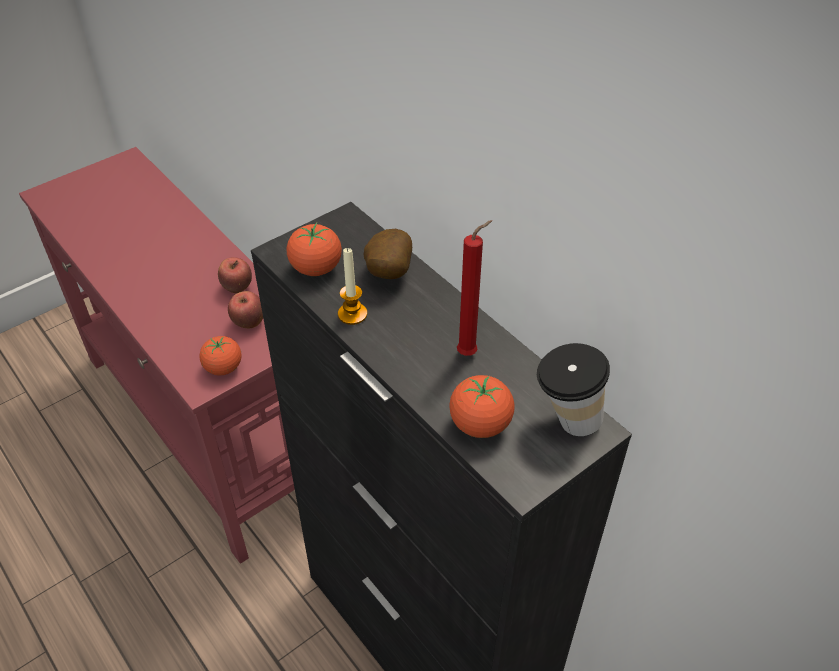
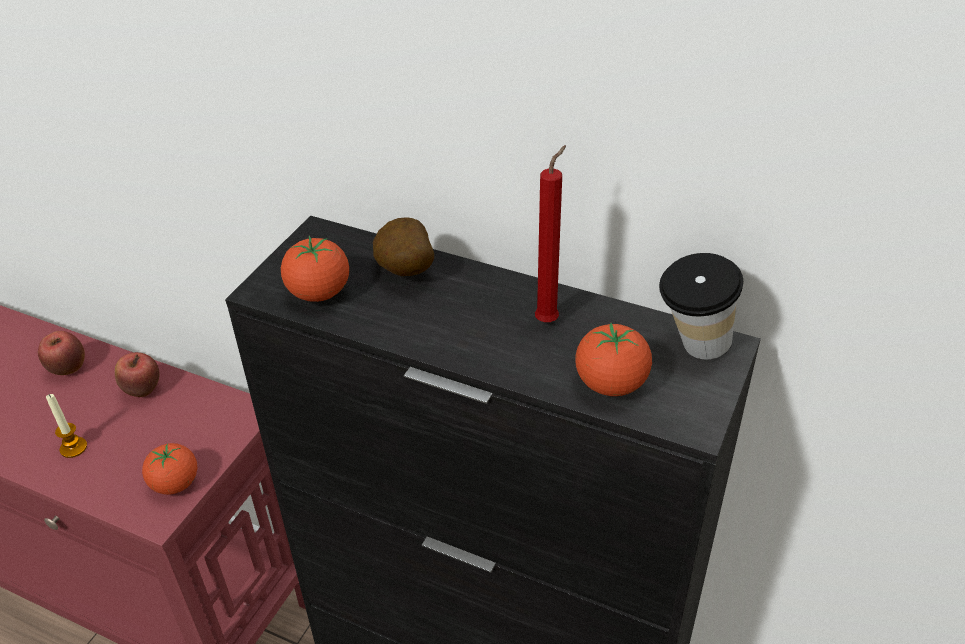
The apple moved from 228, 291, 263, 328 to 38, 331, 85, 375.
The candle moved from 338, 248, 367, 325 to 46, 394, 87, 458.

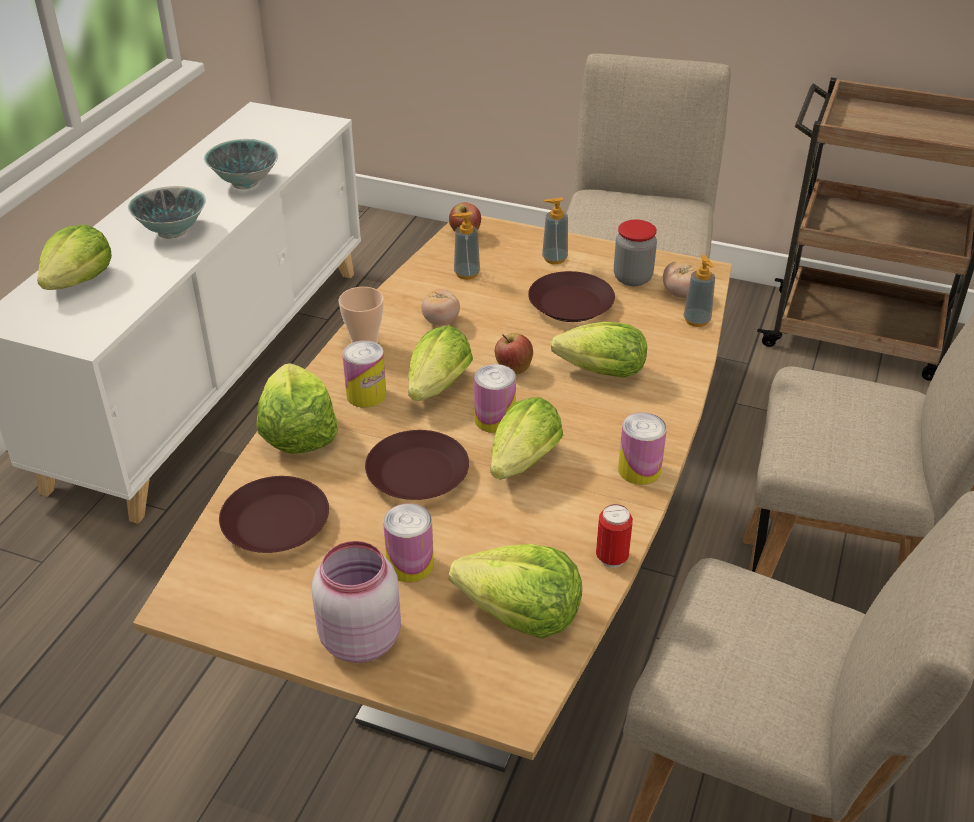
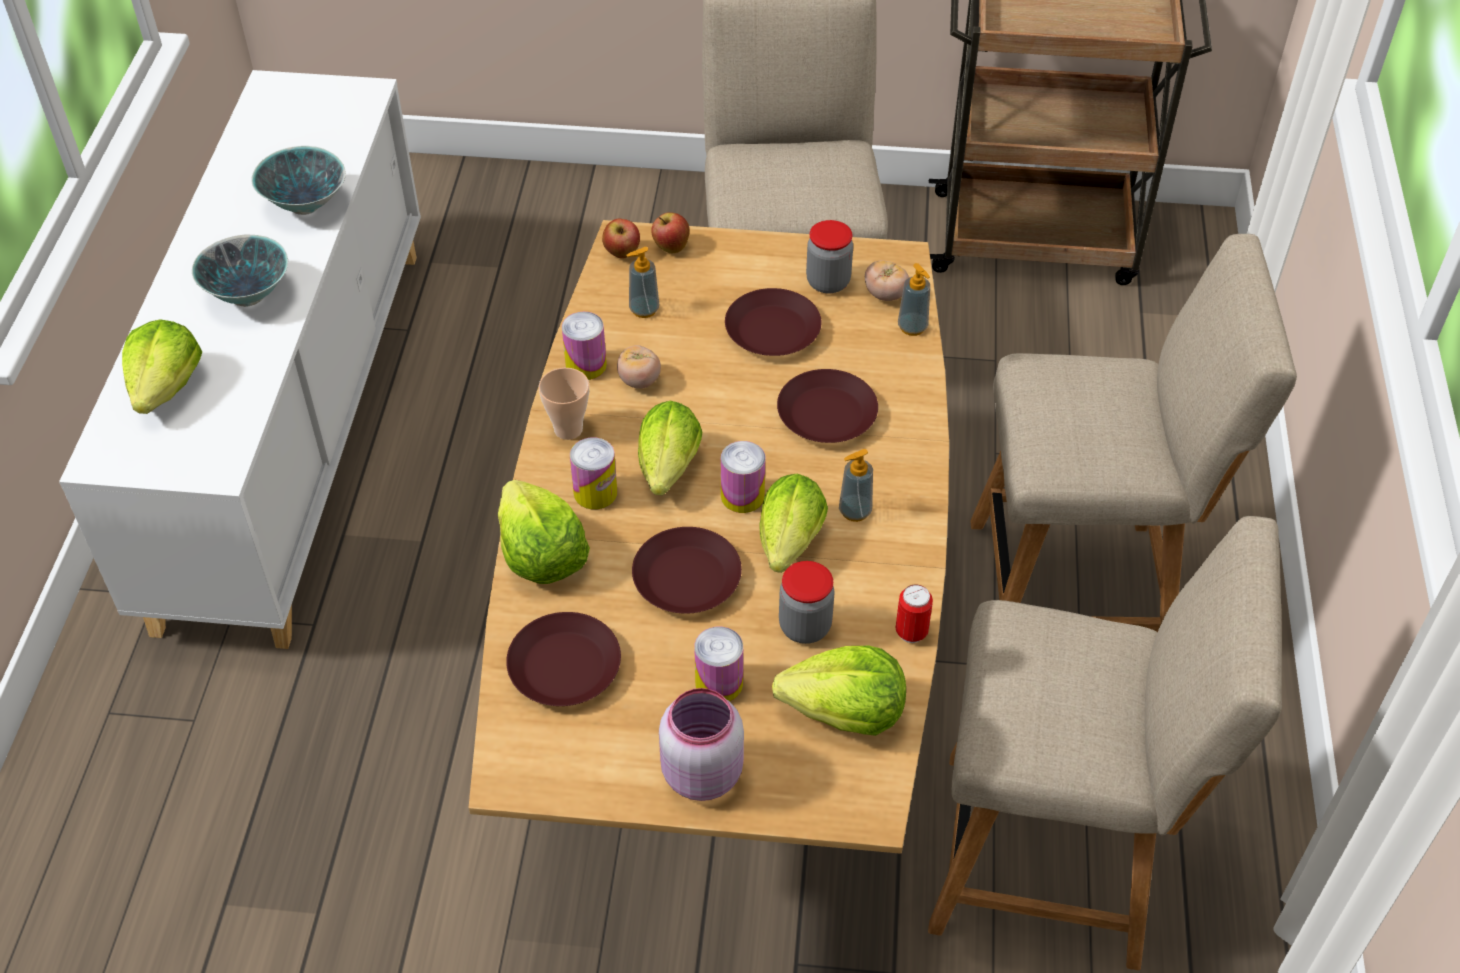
The can moved from 618, 412, 667, 485 to 562, 312, 607, 380.
The apple moved from 495, 333, 533, 375 to 651, 212, 690, 253.
The lettuce at 551, 322, 647, 378 was replaced by the brown plate at 777, 369, 878, 443.
The jar at 779, 561, 835, 644 appeared.
The soap dispenser moved from 542, 197, 568, 264 to 839, 449, 873, 522.

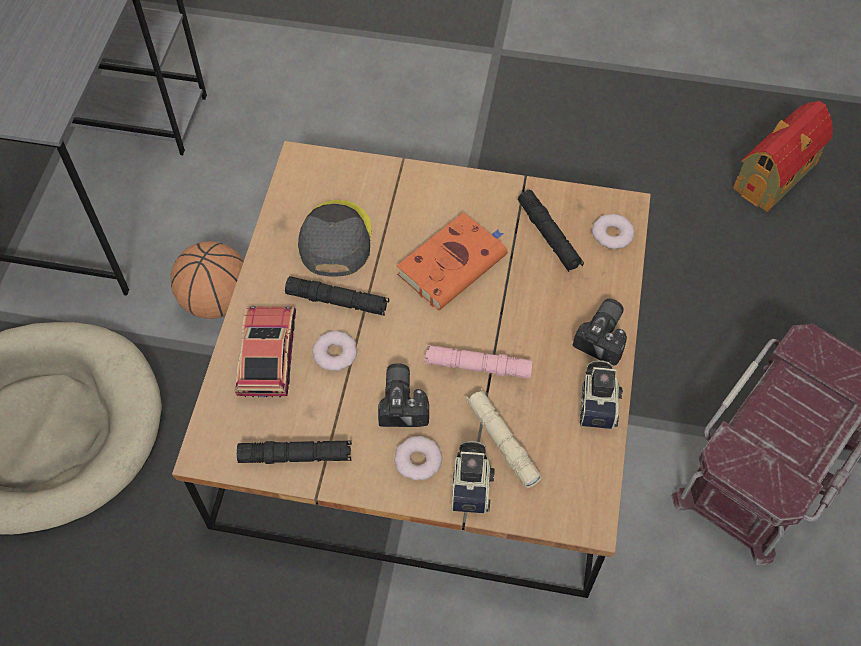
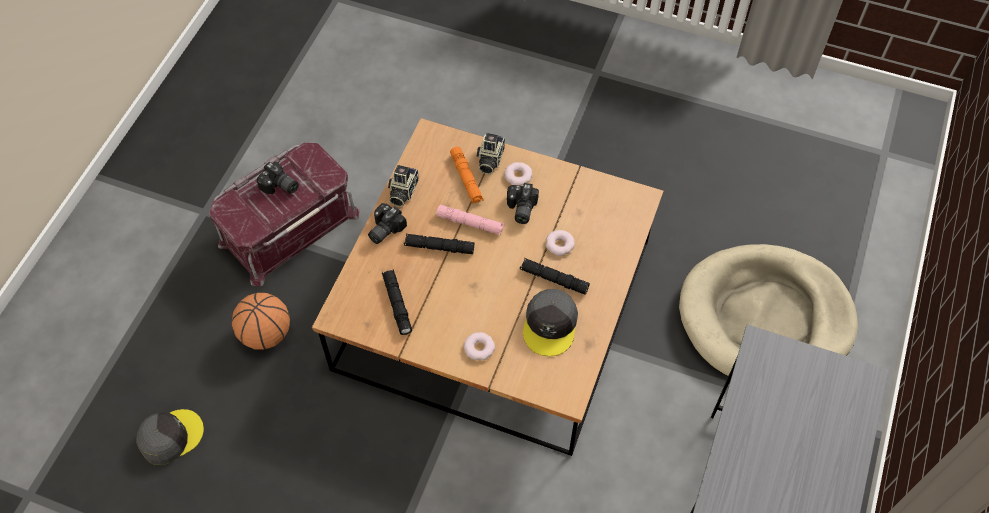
The toy house at 733, 100, 833, 212 was replaced by the grey cap at 136, 409, 204, 465.
The basketball moved from 170, 241, 244, 319 to 232, 293, 290, 350.
The photo camera at 257, 162, 299, 194 appeared.
The black flashlight moved from 237, 440, 352, 464 to 404, 234, 474, 254.
The beige flashlight at 466, 389, 542, 488 became the orange flashlight at 450, 147, 483, 204.
The donut moved from 592, 214, 635, 249 to 464, 332, 495, 360.
The toy car at 235, 306, 296, 397 disappeared.
The orange book at 397, 212, 508, 310 disappeared.

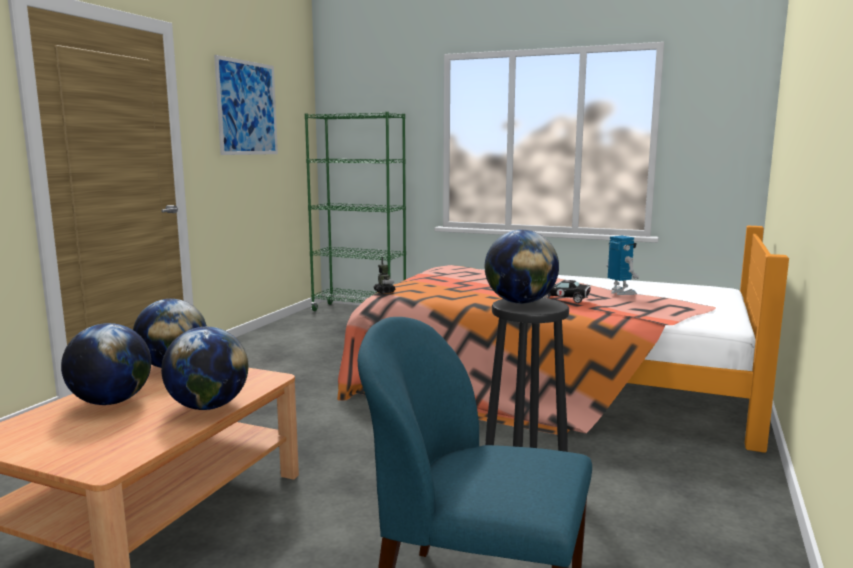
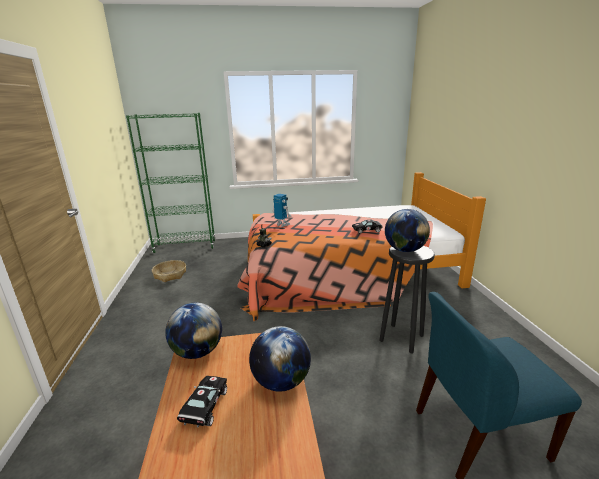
The basket at 152, 260, 186, 282 appeared.
The globe at 61, 323, 151, 405 was replaced by the black toy car at 177, 376, 227, 428.
The toy robot moved from 606, 236, 639, 295 to 272, 194, 291, 227.
The picture at 214, 55, 278, 155 disappeared.

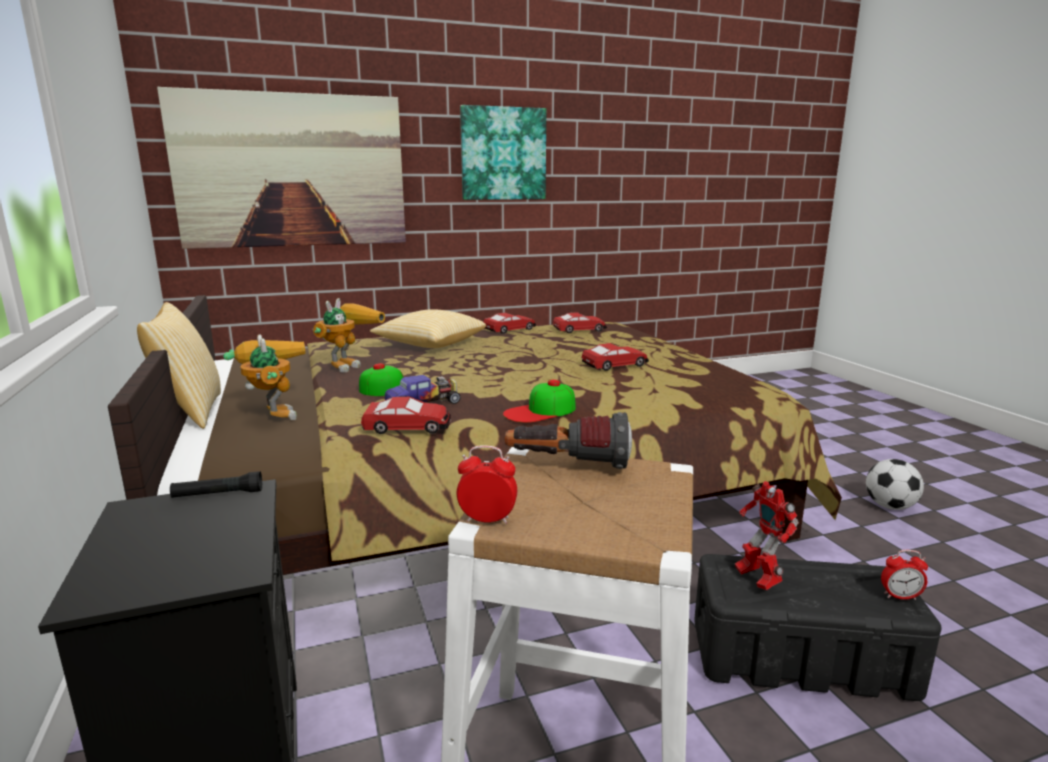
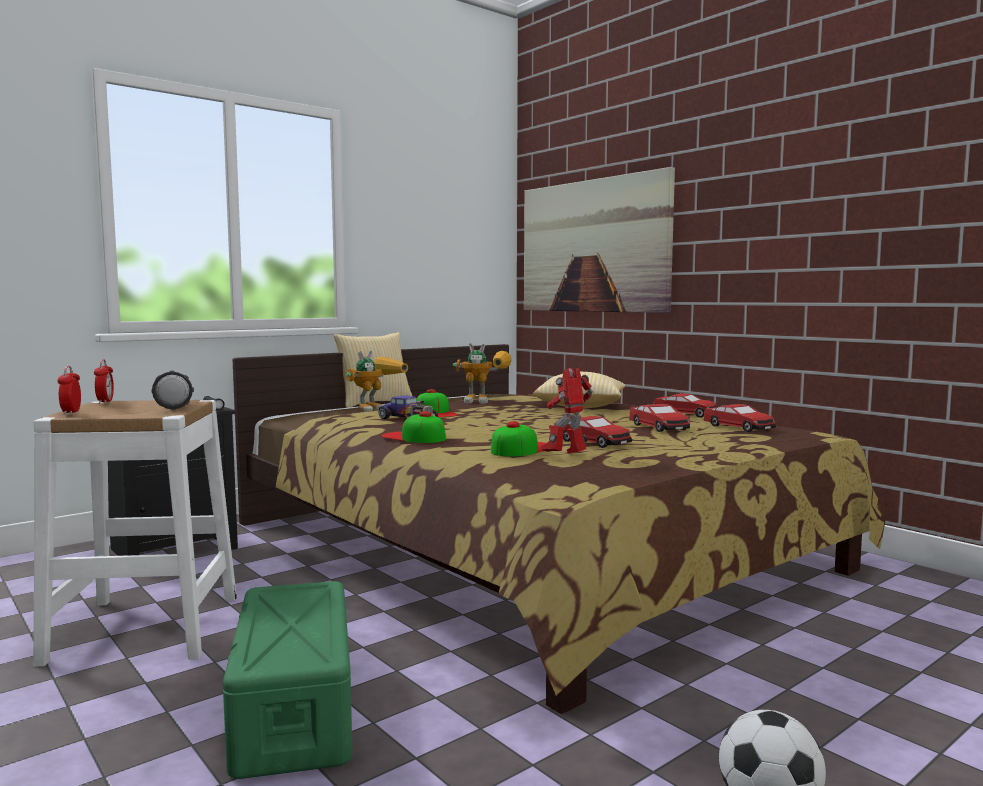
The alarm clock moved from 881, 550, 928, 600 to 58, 366, 81, 415.
The black storage box at 694, 554, 941, 701 became the green storage box at 223, 581, 352, 779.
The cap at 491, 421, 546, 457 appeared.
The toy robot moved from 735, 481, 799, 590 to 541, 368, 593, 453.
The toy car moved from 361, 397, 451, 434 to 629, 404, 690, 432.
The picture at 460, 105, 546, 200 disappeared.

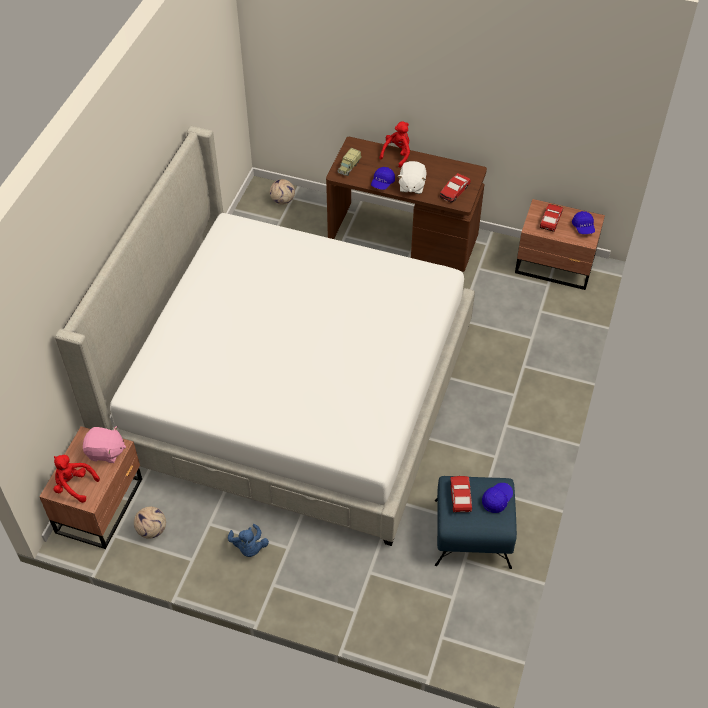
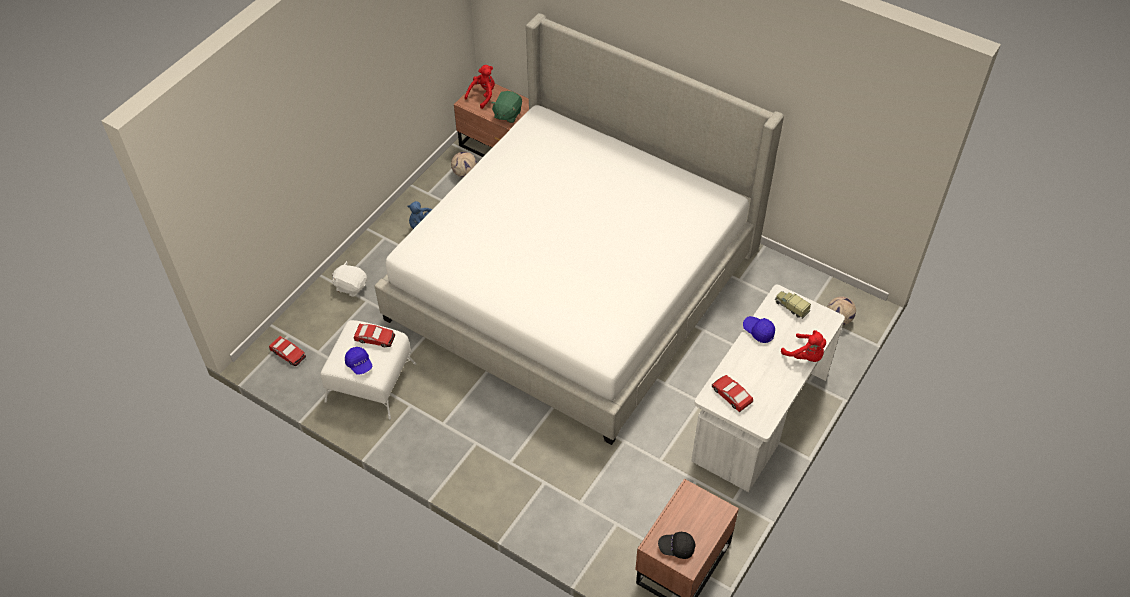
The toy car moved from 540, 204, 563, 232 to 269, 336, 306, 366.
The blue ottoman at 435, 476, 517, 569 became the white ottoman at 320, 320, 417, 420.
The white plush toy moved from 397, 161, 426, 194 to 332, 261, 367, 297.
The pink plush toy at 83, 426, 126, 463 became the green plush toy at 491, 91, 522, 123.
The blue cap at 572, 211, 595, 234 became the black cap at 658, 532, 696, 559.
The brown desk at 326, 137, 487, 272 became the white desk at 691, 284, 845, 492.

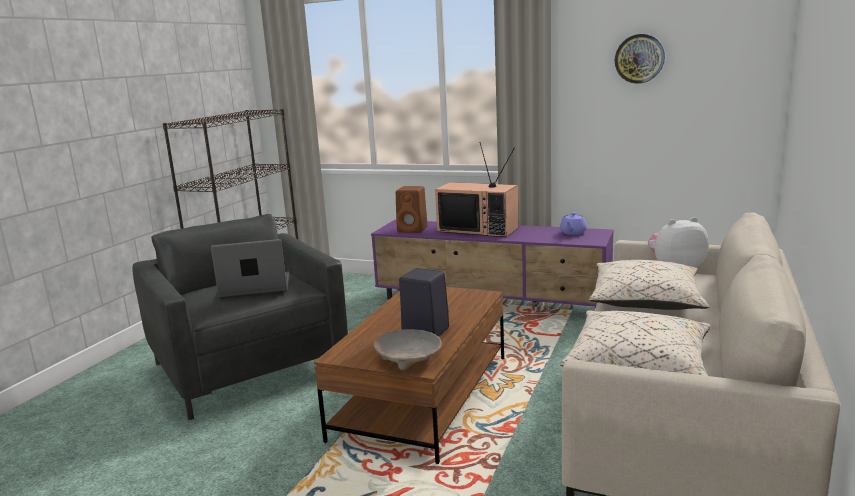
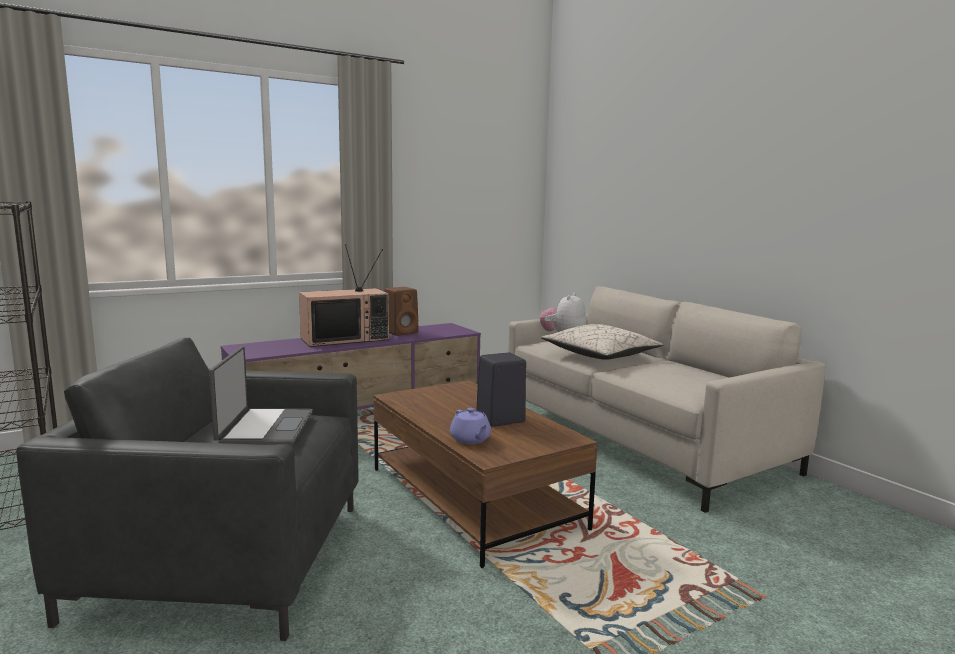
The laptop at 211, 239, 289, 297 turned 150 degrees clockwise.
The brown speaker moved from 396, 186, 428, 233 to 384, 287, 418, 336.
The purple teapot moved from 560, 212, 587, 235 to 450, 408, 491, 444.
The beige bowl at 374, 329, 442, 370 disappeared.
The beige pillow at 560, 311, 711, 376 disappeared.
The wall clock at 615, 34, 665, 84 disappeared.

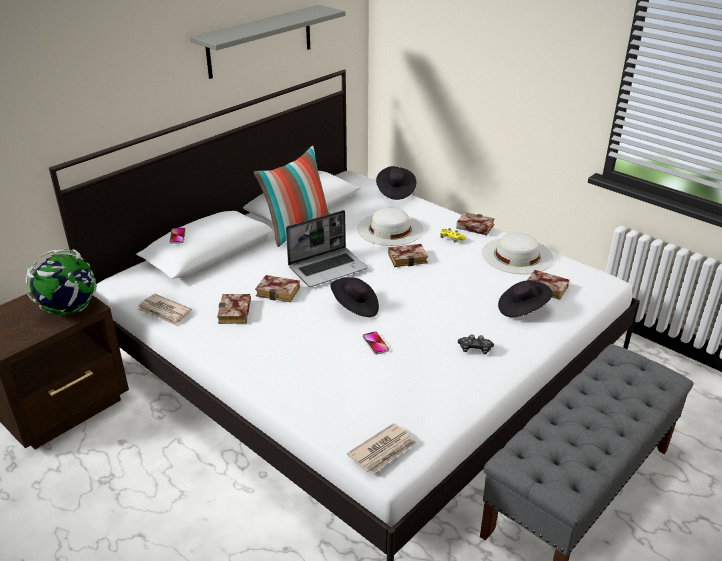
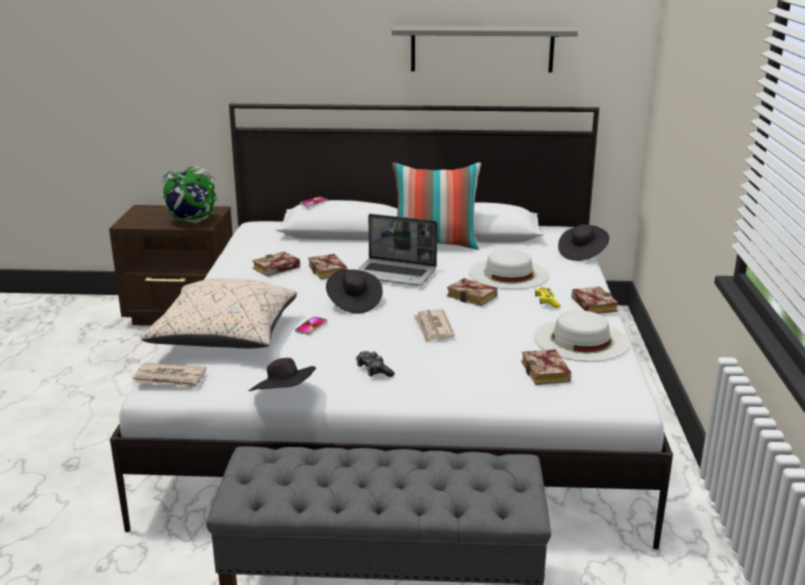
The beige pillow at 141, 278, 297, 348 appeared.
The black hat moved from 498, 281, 552, 317 to 248, 358, 316, 391.
The newspaper moved from 137, 294, 192, 325 to 413, 309, 455, 342.

